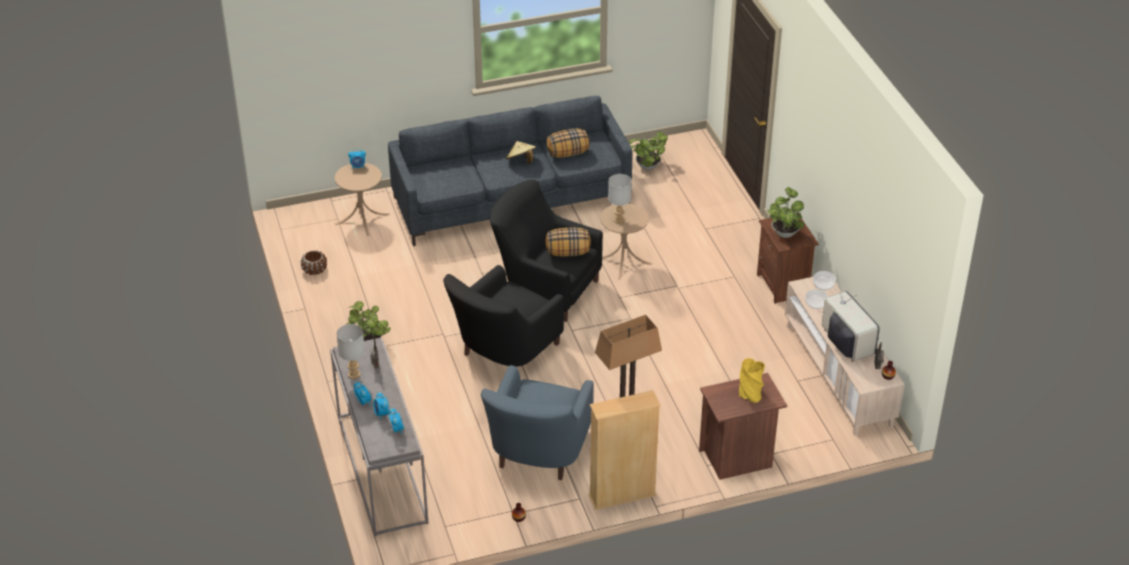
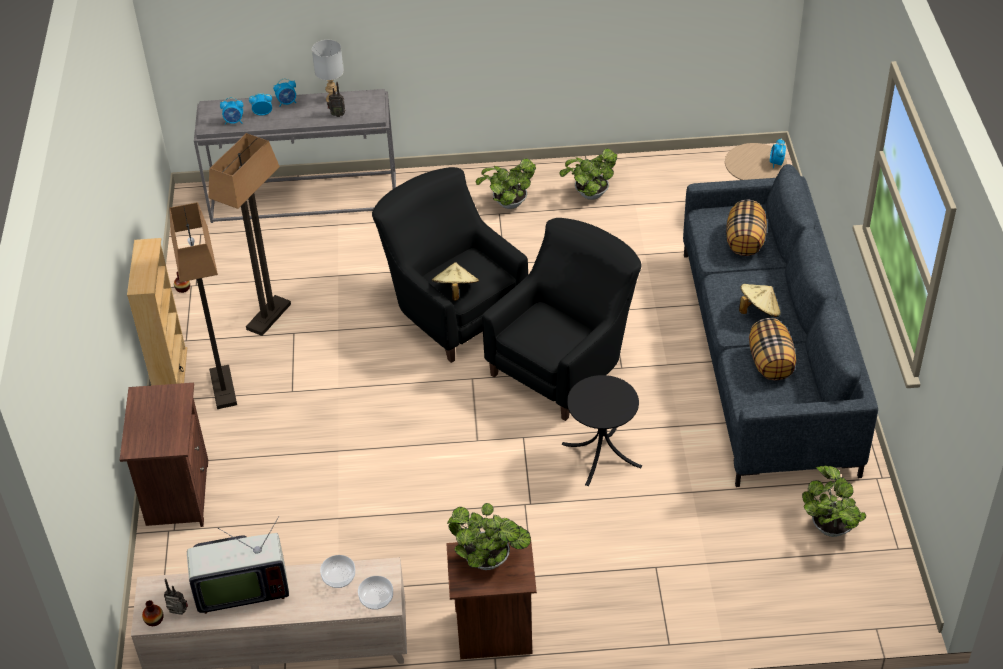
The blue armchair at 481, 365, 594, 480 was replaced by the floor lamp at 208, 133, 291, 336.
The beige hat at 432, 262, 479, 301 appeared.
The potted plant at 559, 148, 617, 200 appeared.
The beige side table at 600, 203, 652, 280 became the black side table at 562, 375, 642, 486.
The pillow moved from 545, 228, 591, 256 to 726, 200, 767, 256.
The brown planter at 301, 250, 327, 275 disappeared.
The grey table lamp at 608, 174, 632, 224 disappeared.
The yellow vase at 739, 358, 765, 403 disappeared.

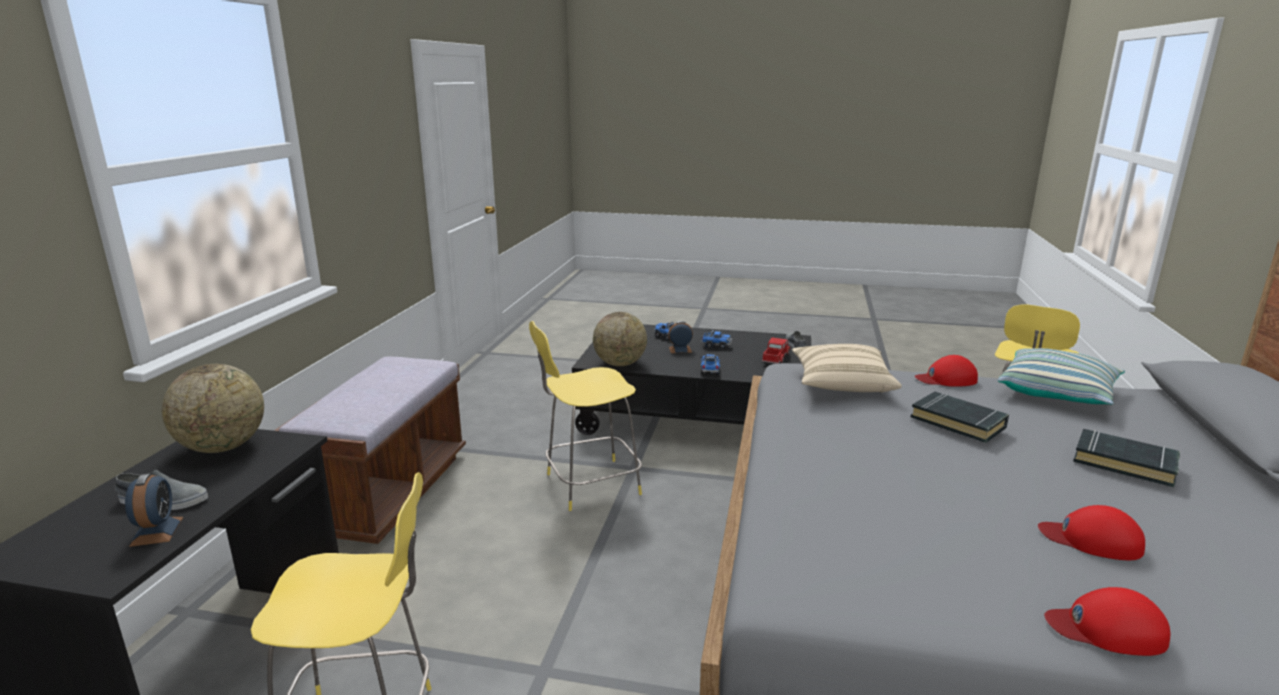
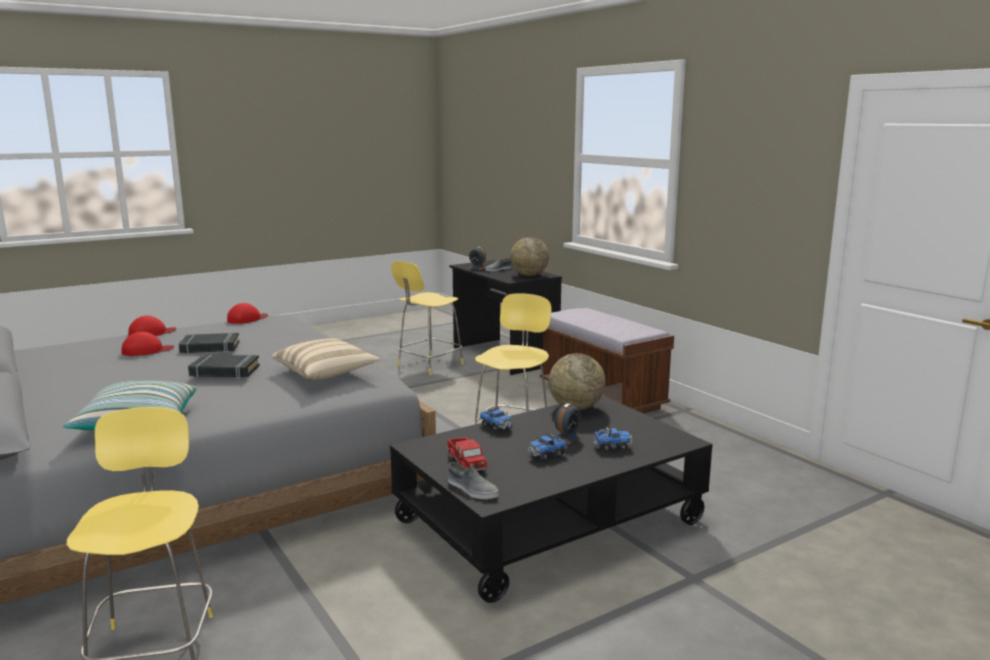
The black book moved from 1073, 429, 1180, 487 to 178, 333, 240, 353.
The red cap moved from 915, 355, 978, 387 to 227, 303, 268, 324.

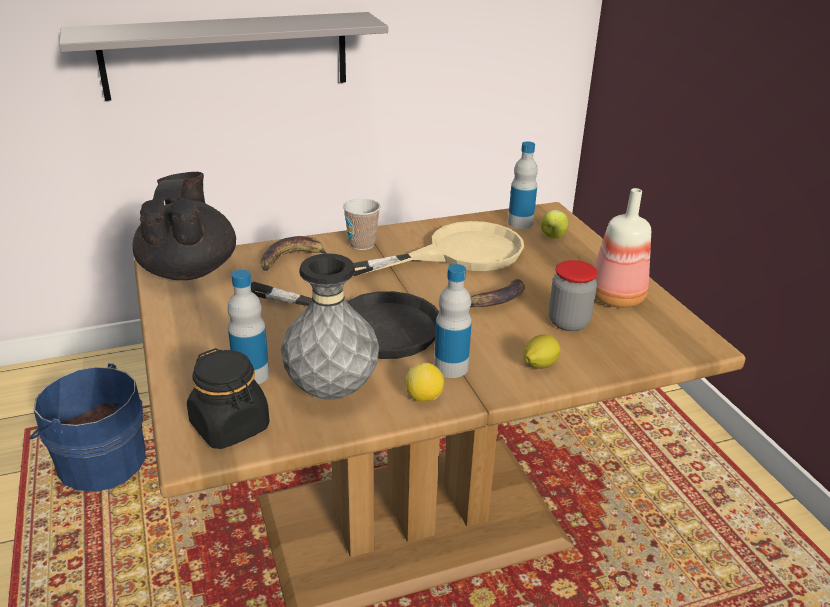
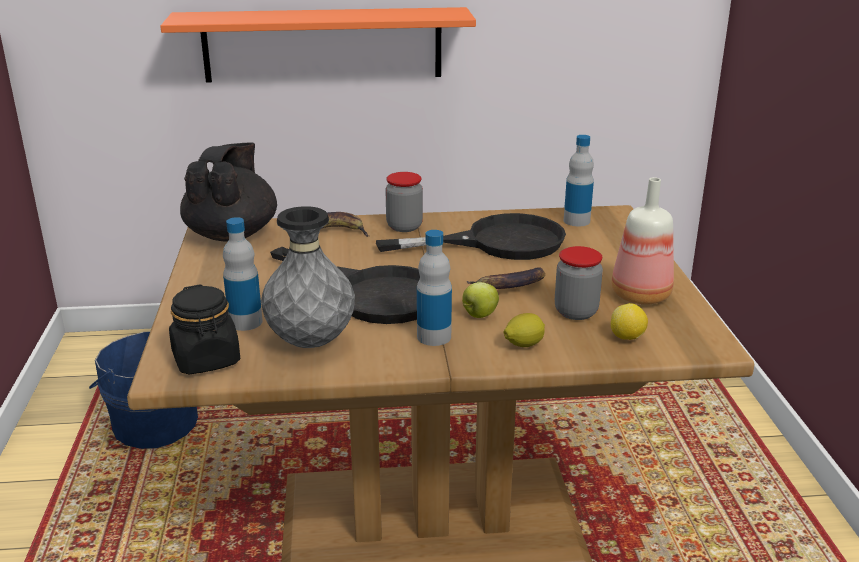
The grey shelf at 59, 12, 388, 101 became the orange shelf at 160, 7, 476, 83.
The beige frying pan at 353, 221, 524, 276 became the black frying pan at 376, 213, 566, 260.
The cup at 343, 198, 381, 250 was replaced by the jar at 385, 172, 423, 232.
The apple moved from 541, 210, 569, 238 to 462, 282, 499, 318.
The lemon moved from 406, 363, 444, 401 to 611, 303, 648, 340.

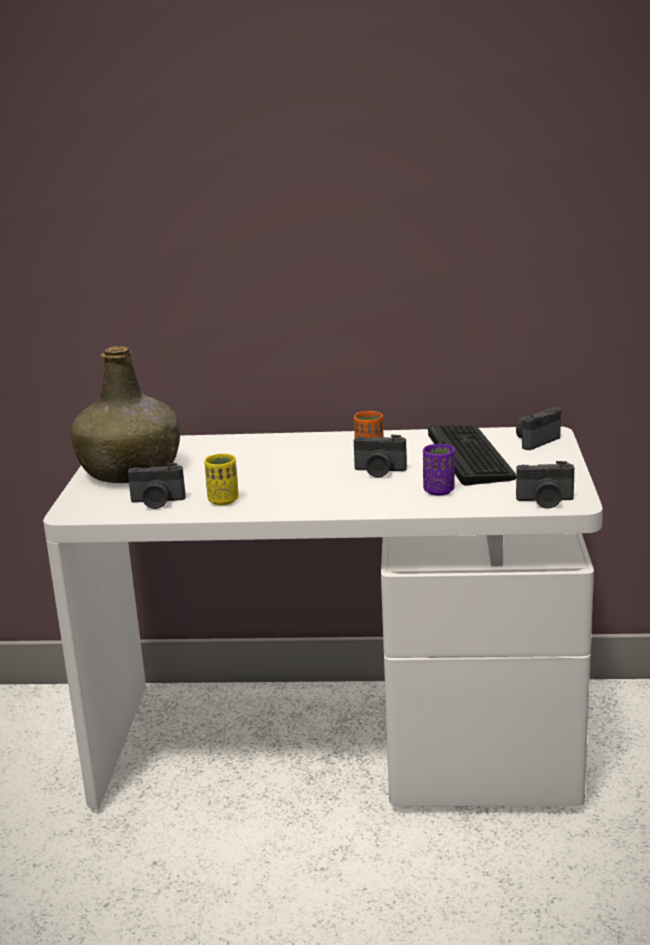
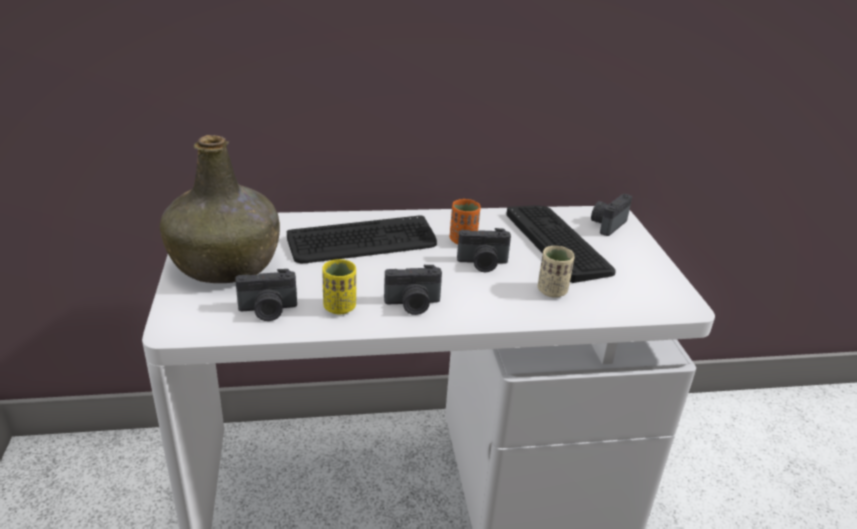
The keyboard at 287, 215, 437, 263 appeared.
The photo camera moved from 516, 461, 574, 509 to 384, 265, 442, 315.
The purple cup at 423, 444, 455, 496 became the beige cup at 538, 246, 575, 298.

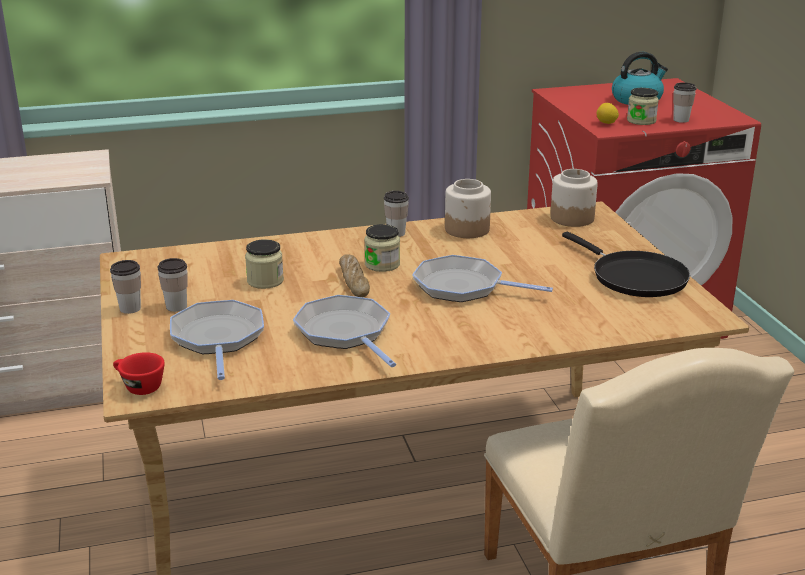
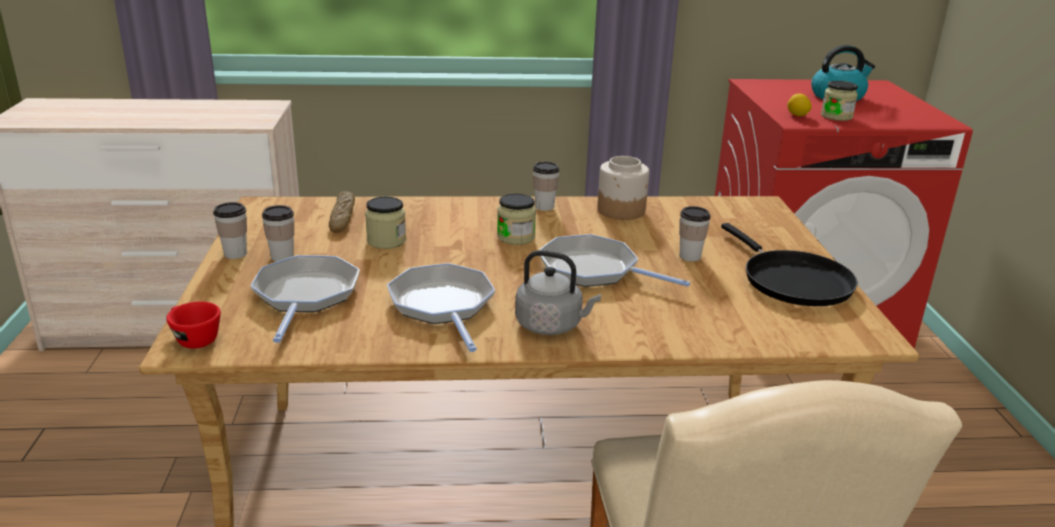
The bread moved from 339, 254, 370, 297 to 329, 191, 355, 233.
The grey kettle at 515, 250, 601, 335 appeared.
The cup moved from 673, 82, 696, 123 to 679, 206, 711, 261.
The jar at 550, 169, 598, 227 disappeared.

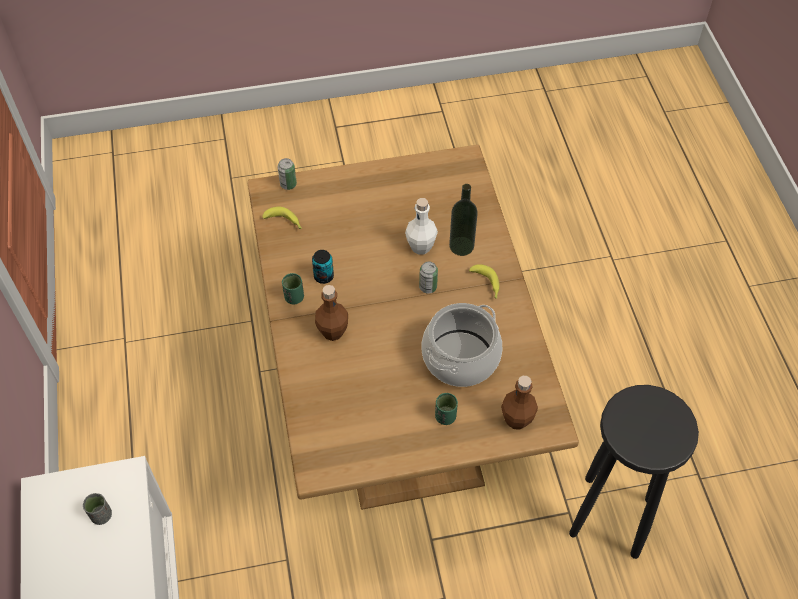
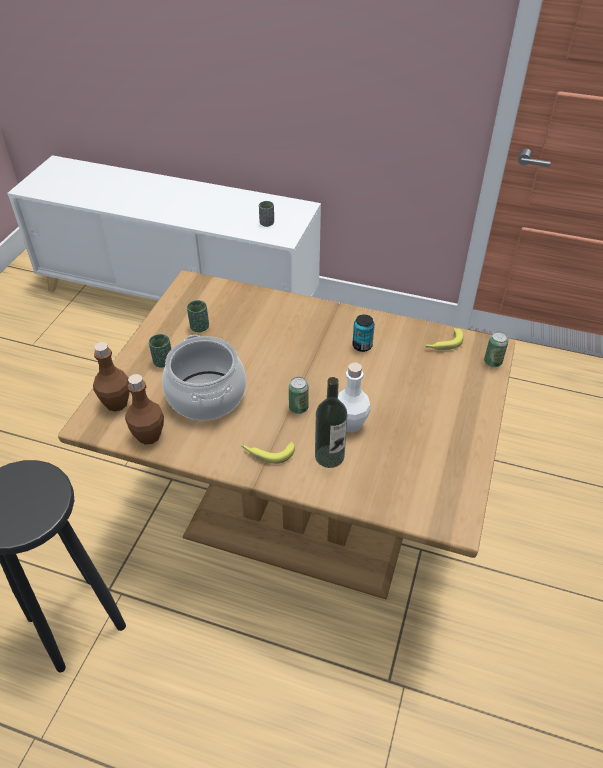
The brown bottle moved from 315, 285, 348, 341 to 125, 374, 164, 445.
The green cup moved from 282, 273, 304, 305 to 187, 300, 209, 332.

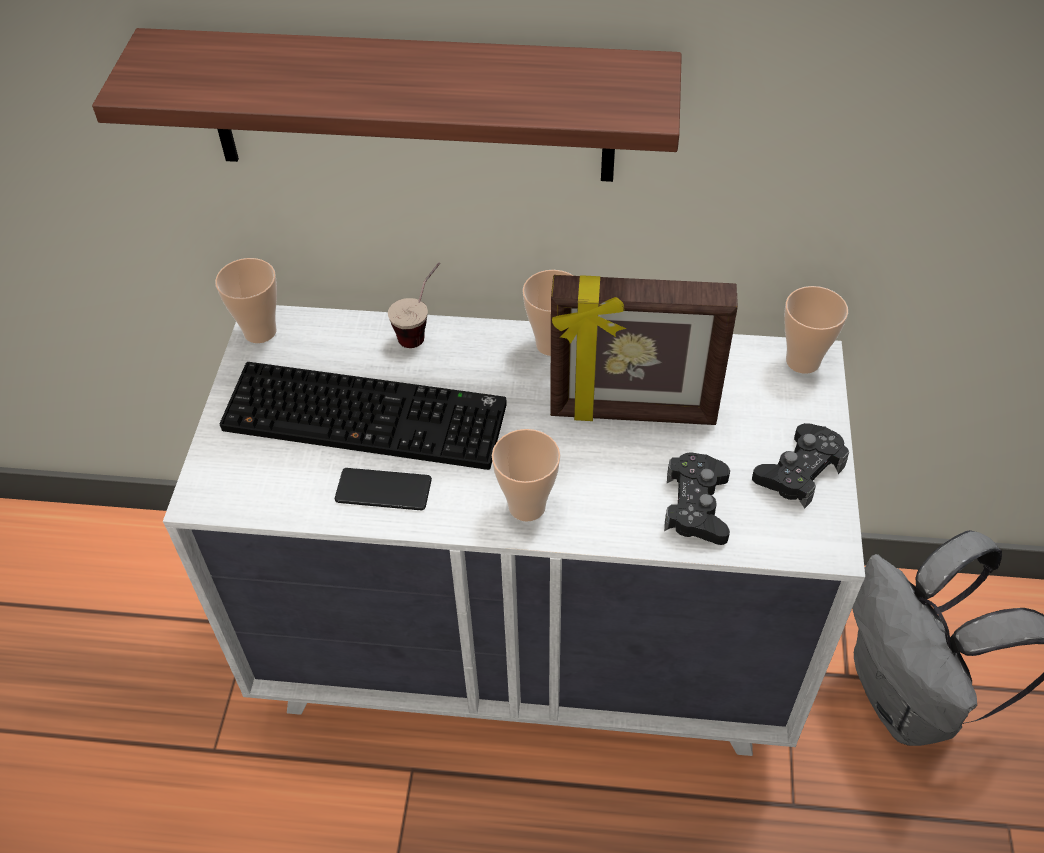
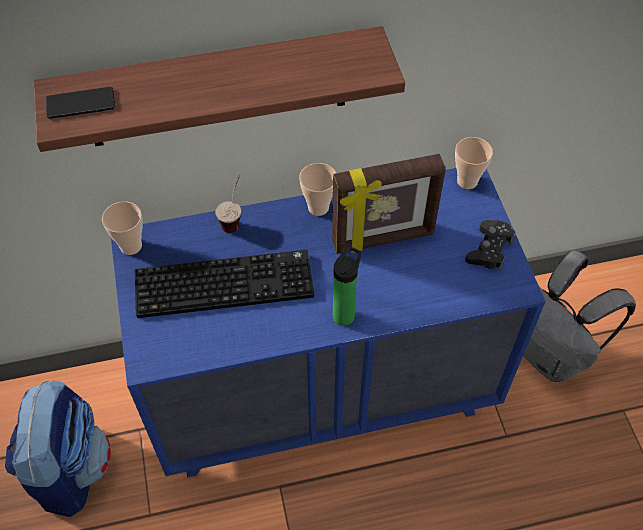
The backpack at 5, 380, 111, 517 appeared.
The phone moved from 335, 468, 432, 510 to 46, 87, 115, 119.
The white dresser at 163, 305, 865, 756 became the blue dresser at 111, 168, 546, 478.
The cup at 492, 429, 560, 522 was replaced by the bottle at 333, 246, 362, 326.
The black game controller at 664, 452, 730, 545 disappeared.

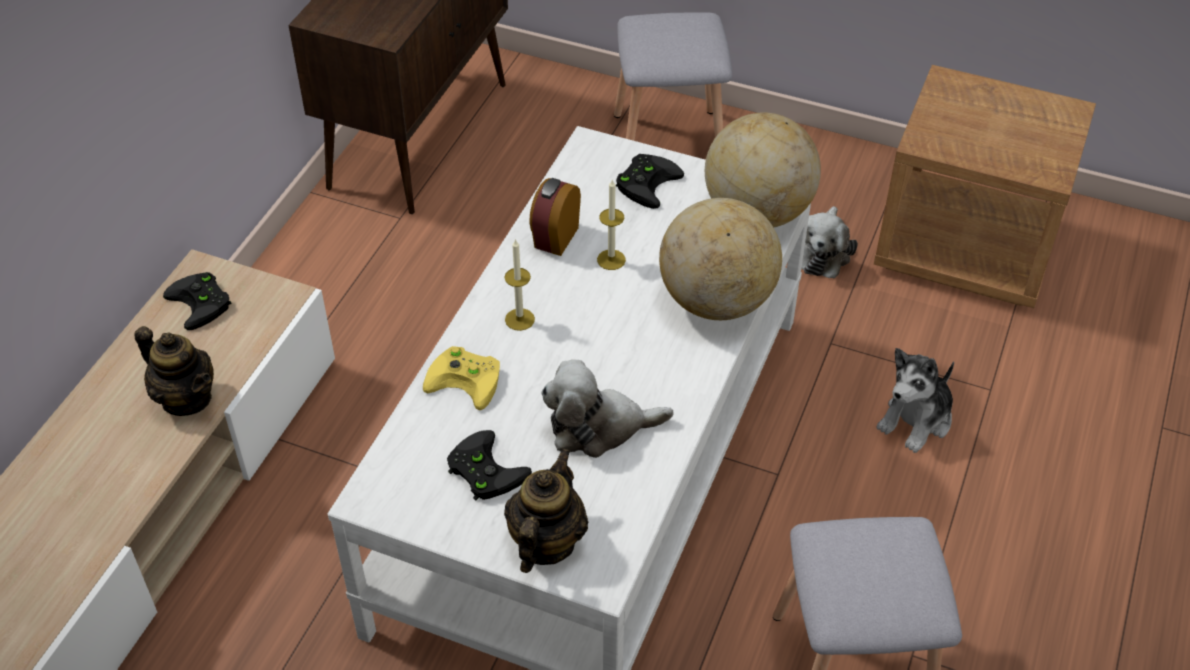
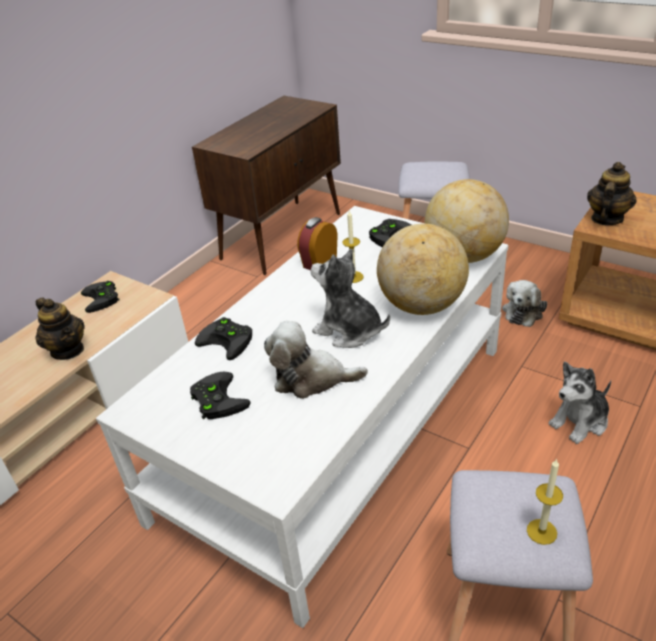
The yellow game controller at 423, 346, 500, 410 became the black game controller at 195, 317, 252, 360.
The plush toy at 311, 249, 390, 348 appeared.
The candle moved from 504, 239, 535, 331 to 527, 459, 563, 545.
The teapot moved from 504, 448, 588, 573 to 587, 162, 637, 225.

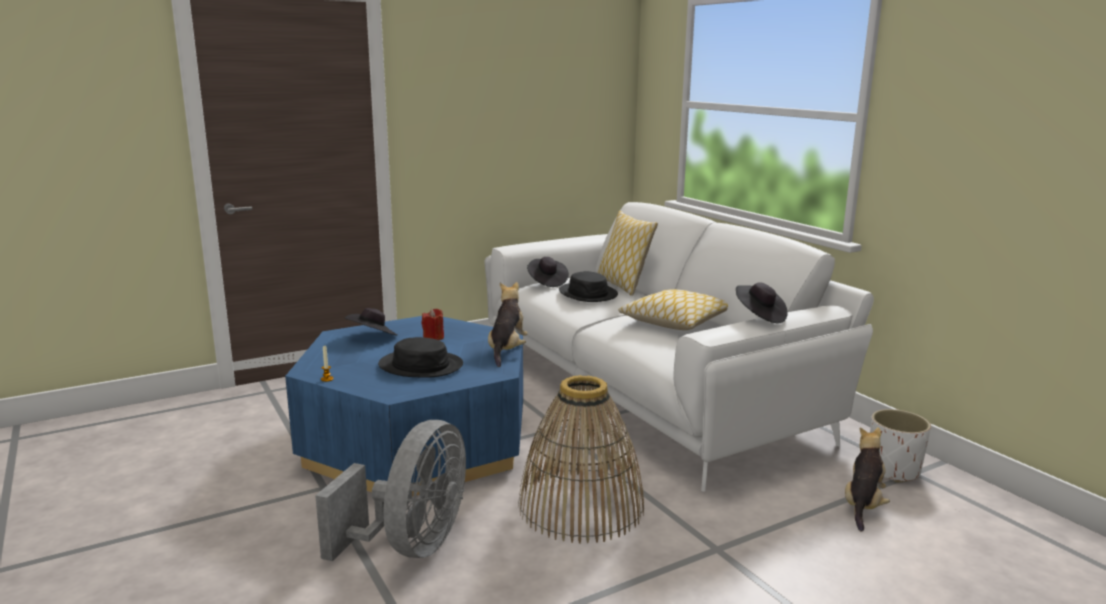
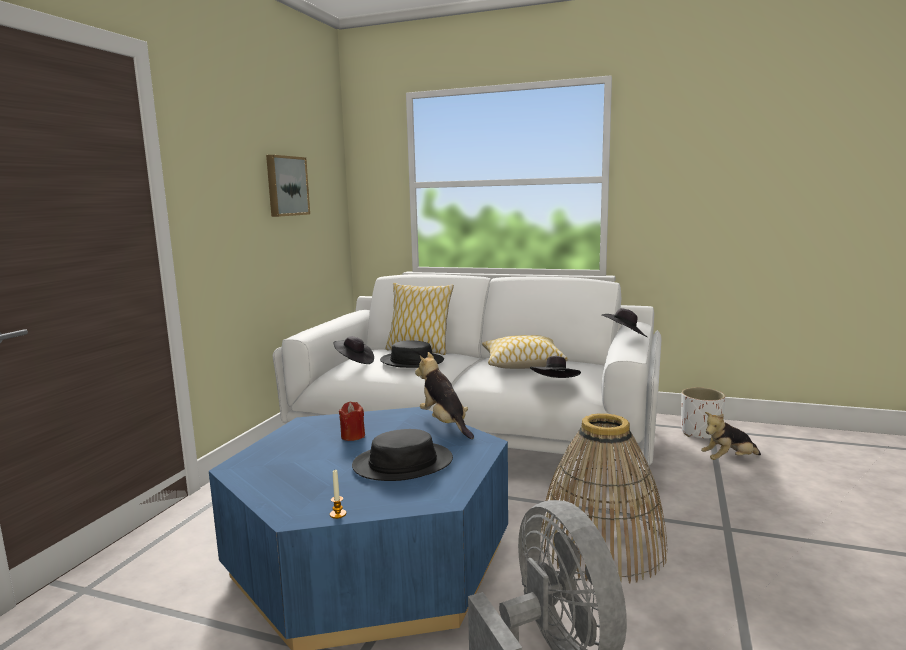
The picture at 266, 155, 310, 217 appeared.
The black hat moved from 345, 308, 398, 336 to 530, 356, 581, 378.
The plush toy at 845, 427, 890, 532 turned 90 degrees counterclockwise.

